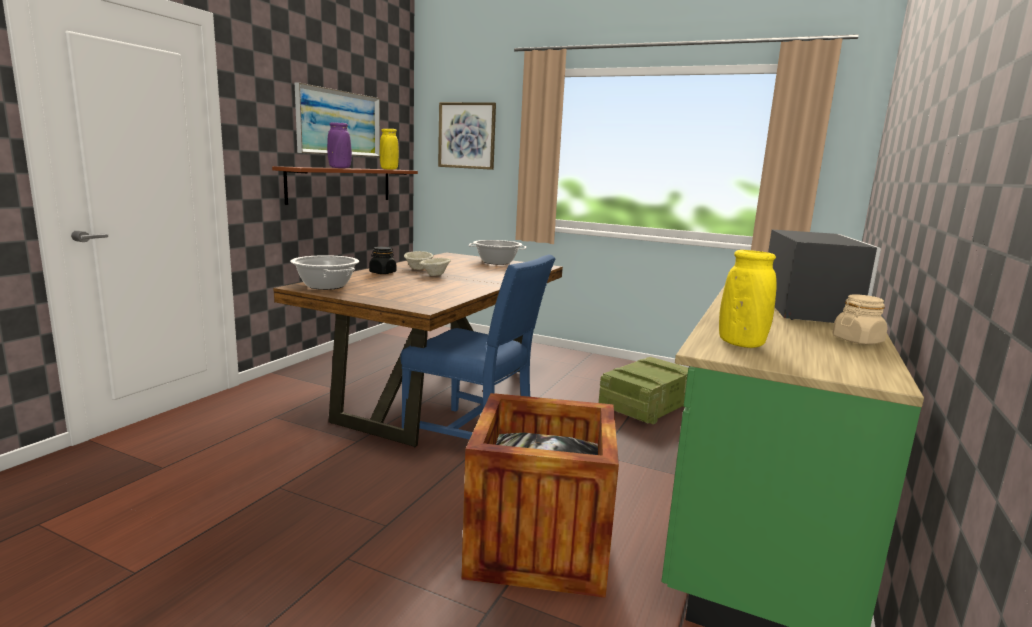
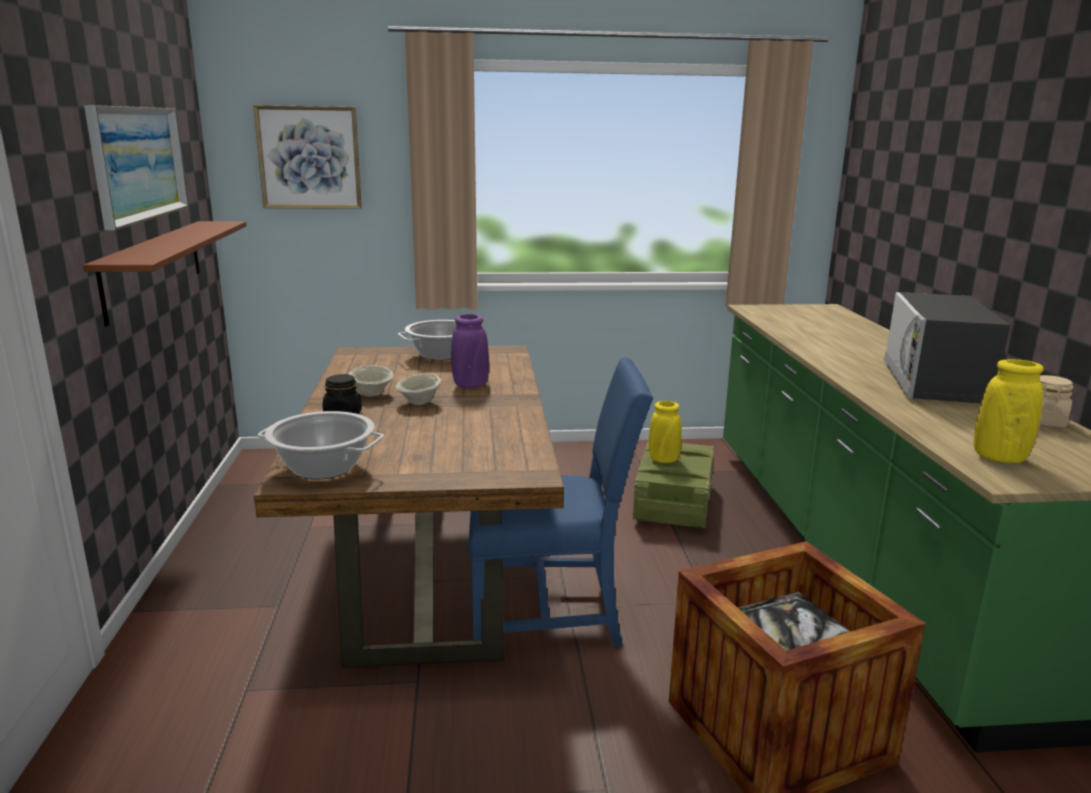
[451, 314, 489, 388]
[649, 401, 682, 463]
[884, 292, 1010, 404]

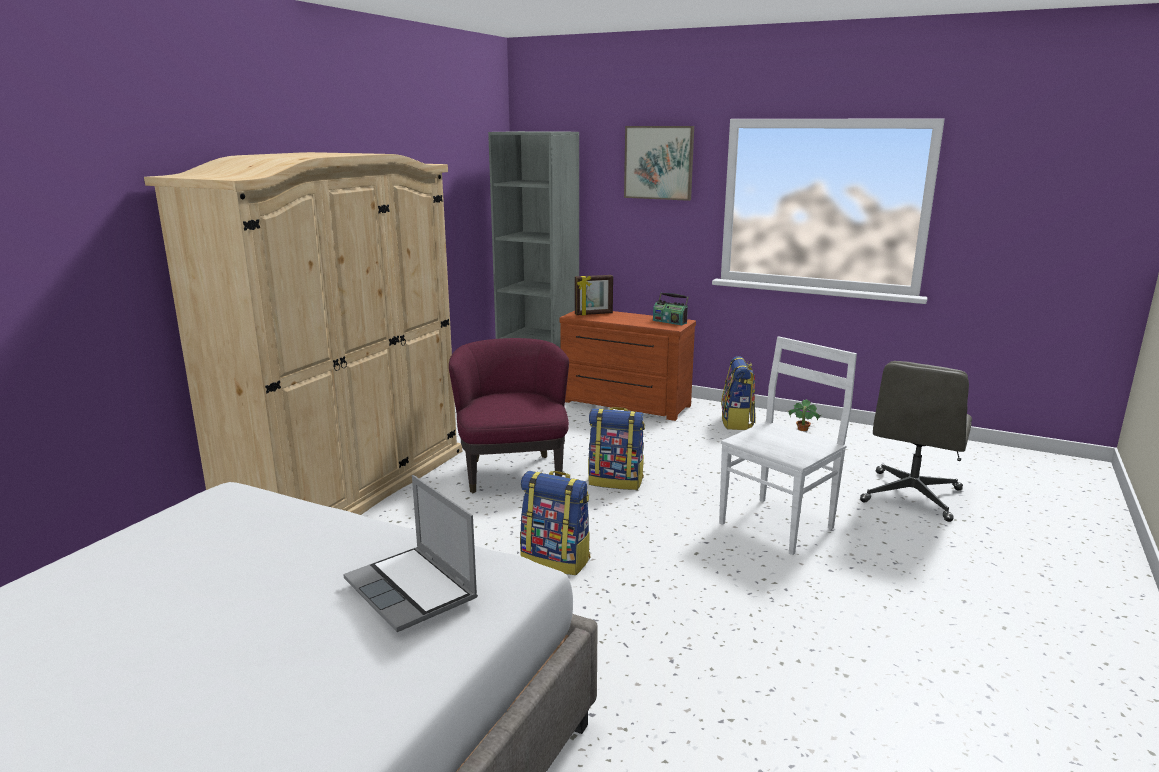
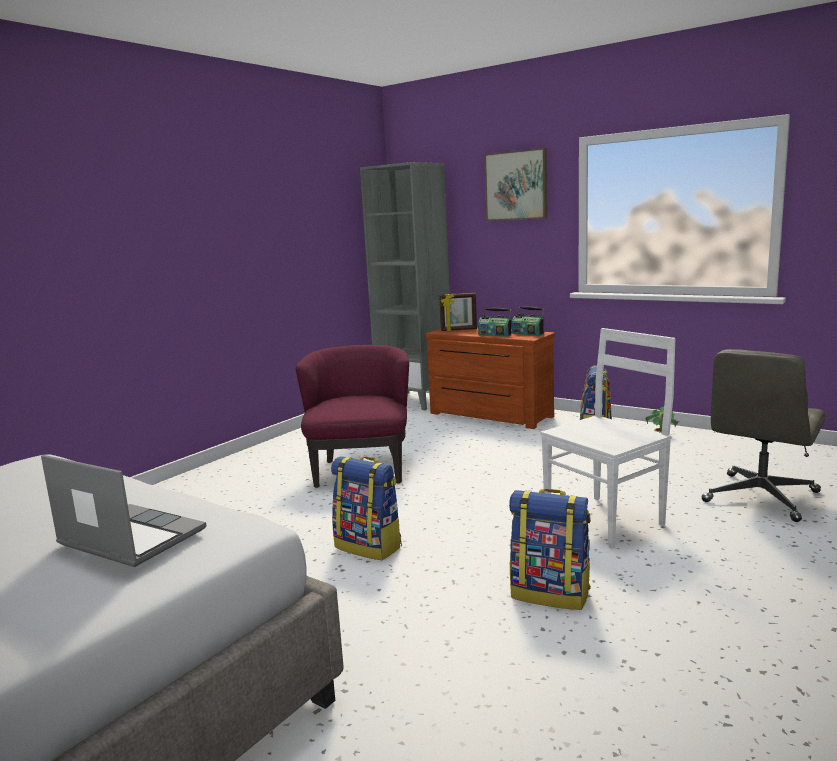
[41, 455, 206, 567]
[478, 308, 512, 337]
[509, 489, 591, 610]
[144, 152, 462, 515] (first image)

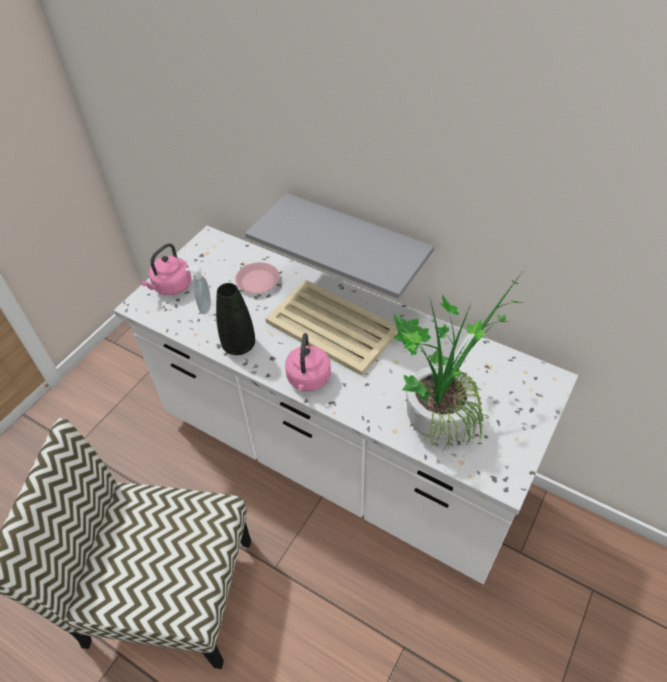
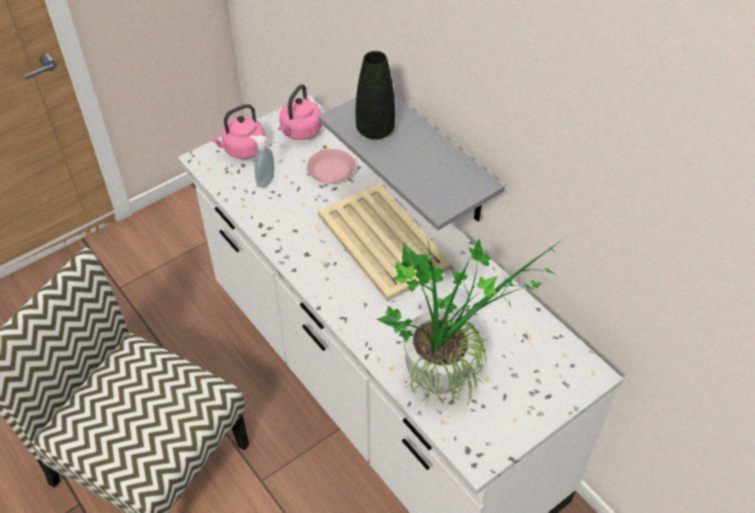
[279, 84, 322, 140]
[356, 51, 395, 140]

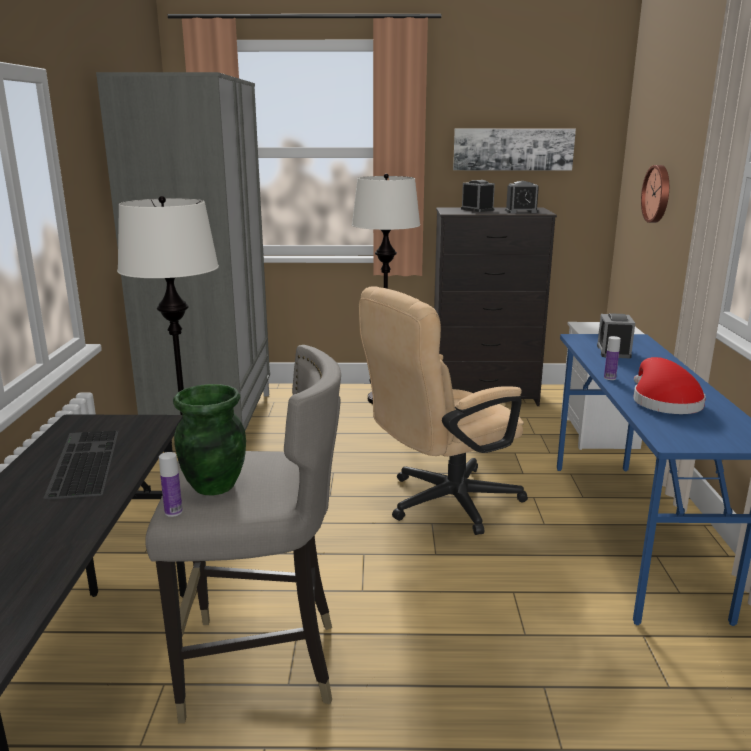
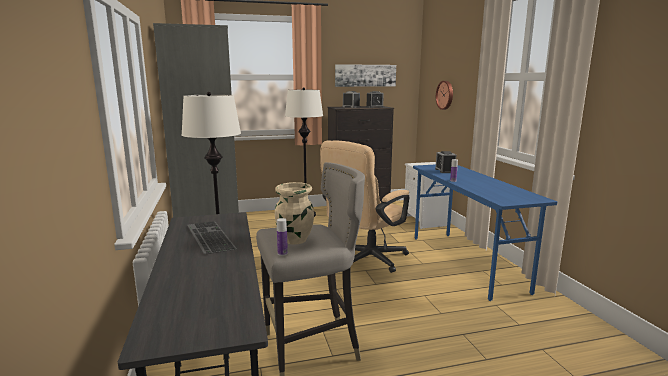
[275, 182, 314, 245]
[633, 357, 706, 414] (first image)

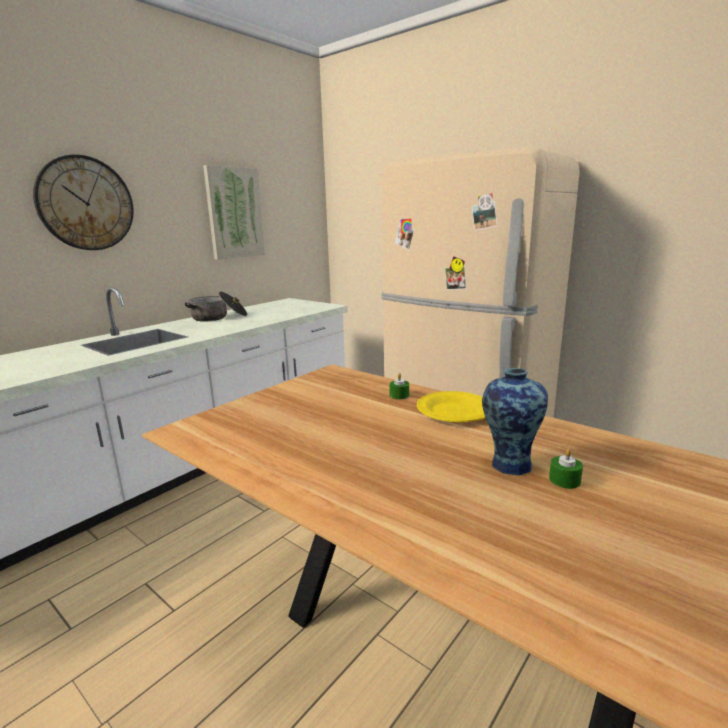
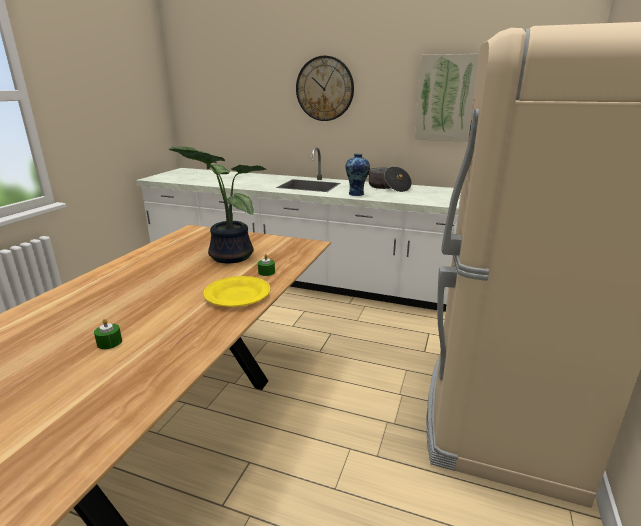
[168, 146, 268, 264]
[346, 154, 370, 196]

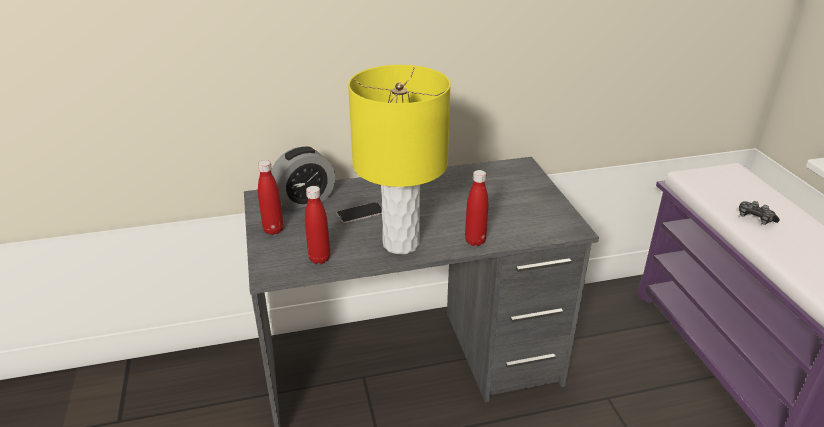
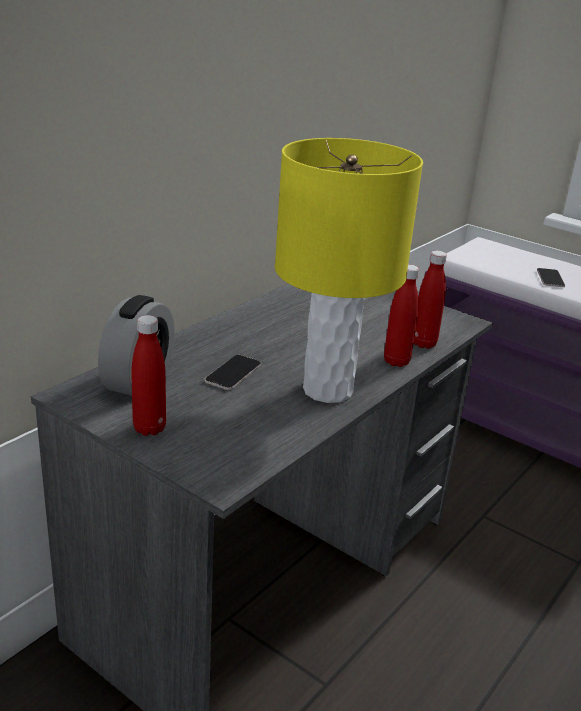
[414, 251, 447, 349]
[537, 268, 565, 287]

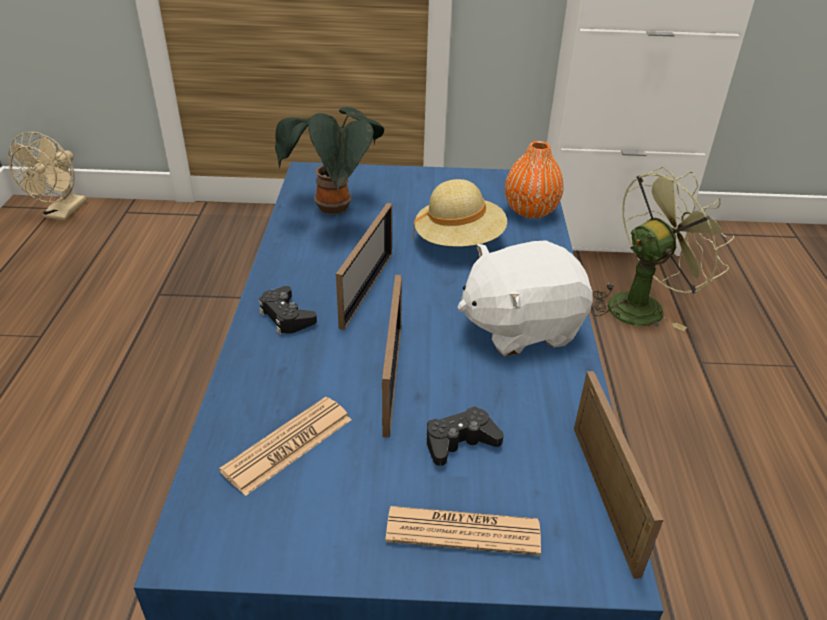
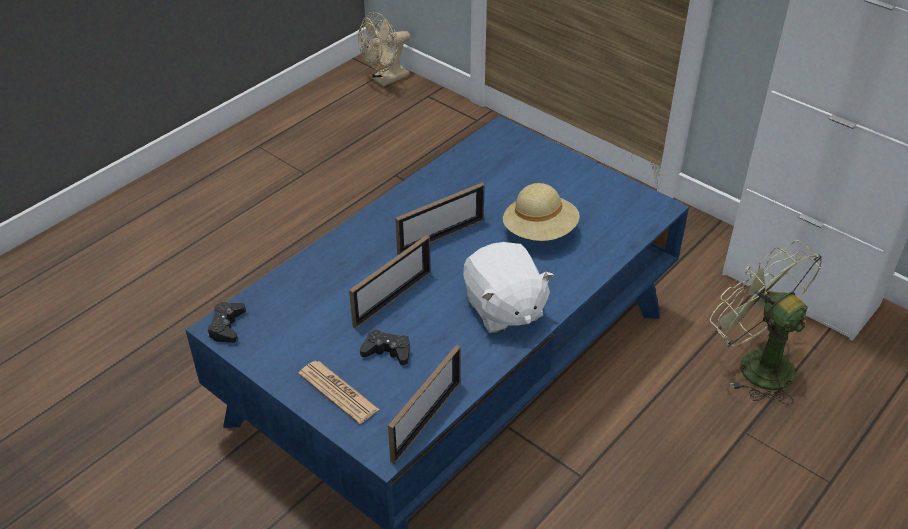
[208, 302, 246, 343]
[463, 242, 554, 333]
[710, 240, 822, 405]
[219, 397, 351, 496] (first image)
[275, 107, 384, 215] (first image)
[505, 141, 564, 219] (first image)

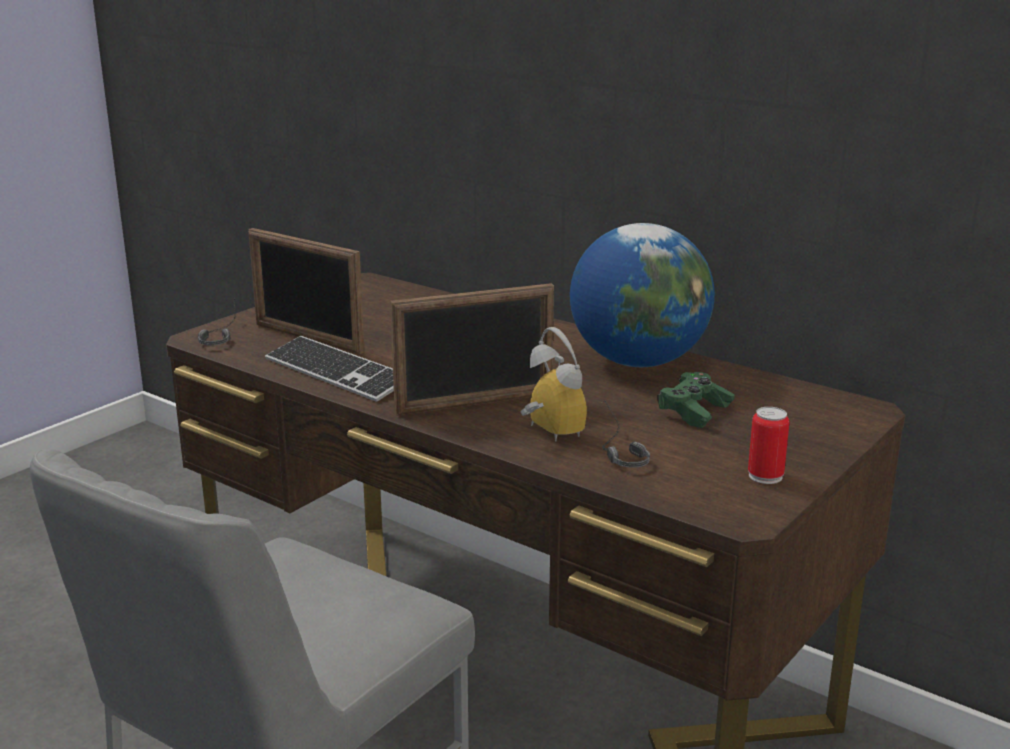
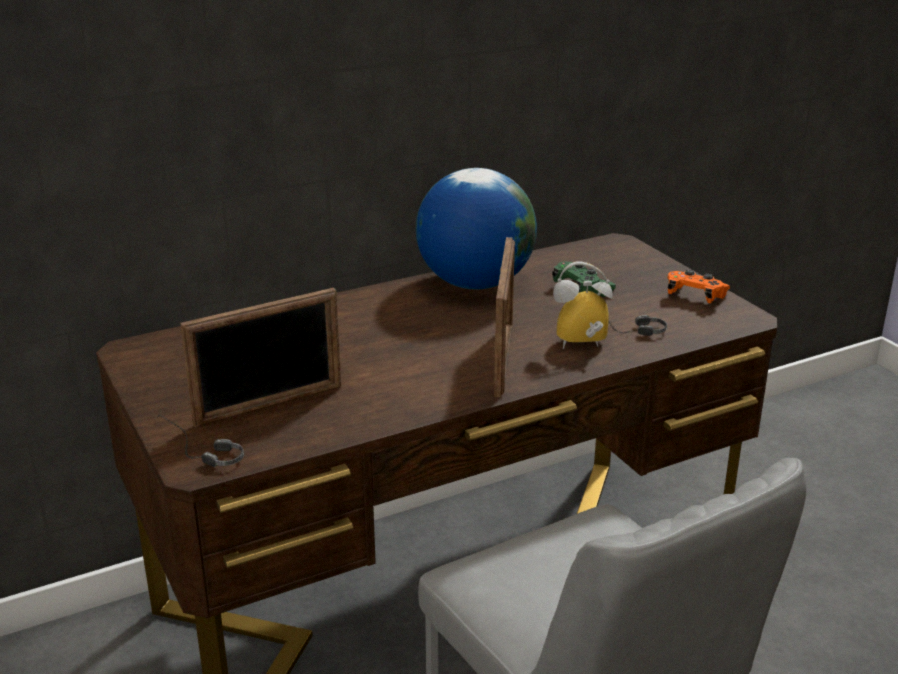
[667, 270, 730, 303]
[265, 336, 394, 402] (first image)

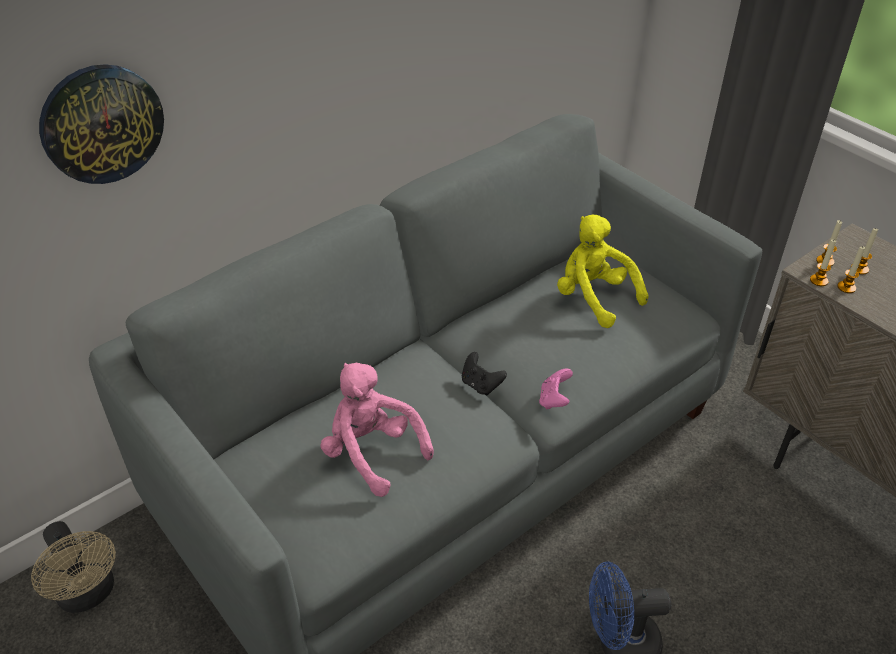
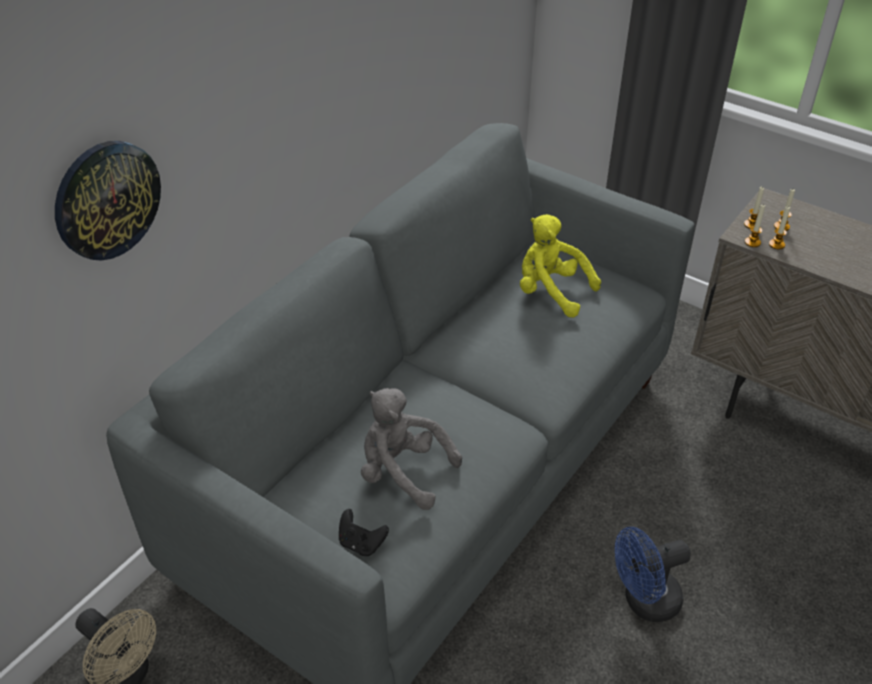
[339, 509, 389, 556]
[361, 388, 462, 510]
[539, 368, 573, 409] (first image)

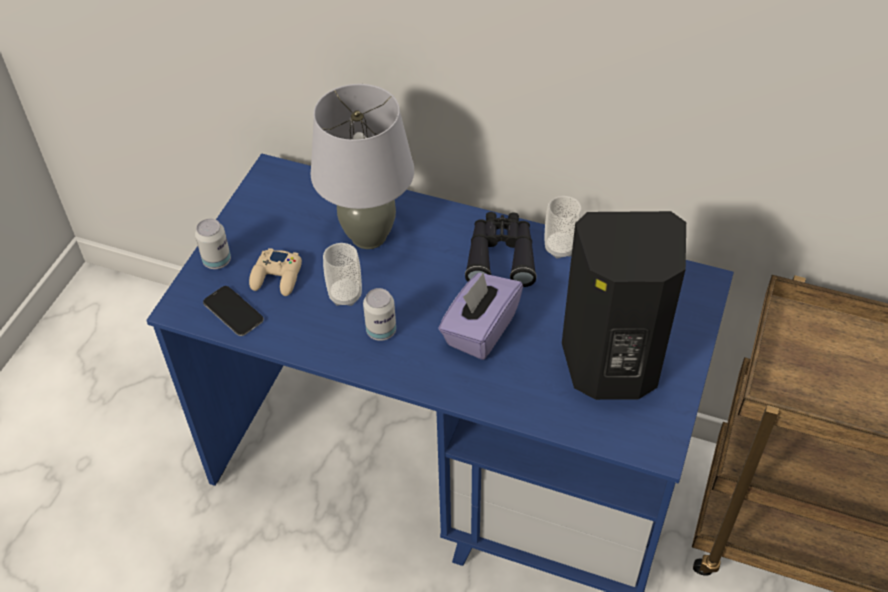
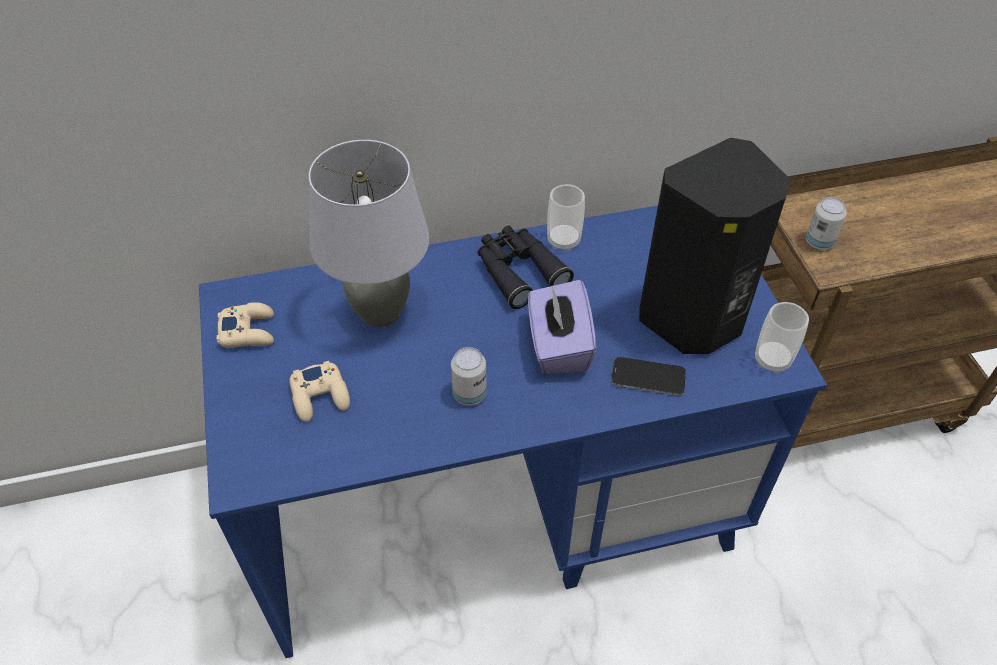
[217, 302, 274, 348]
[611, 357, 686, 396]
[755, 302, 809, 373]
[806, 197, 847, 250]

